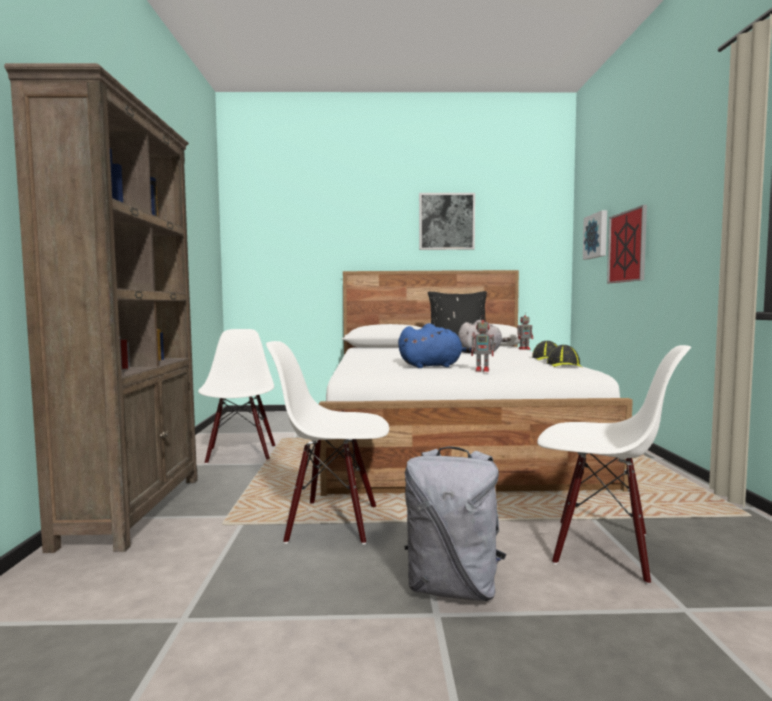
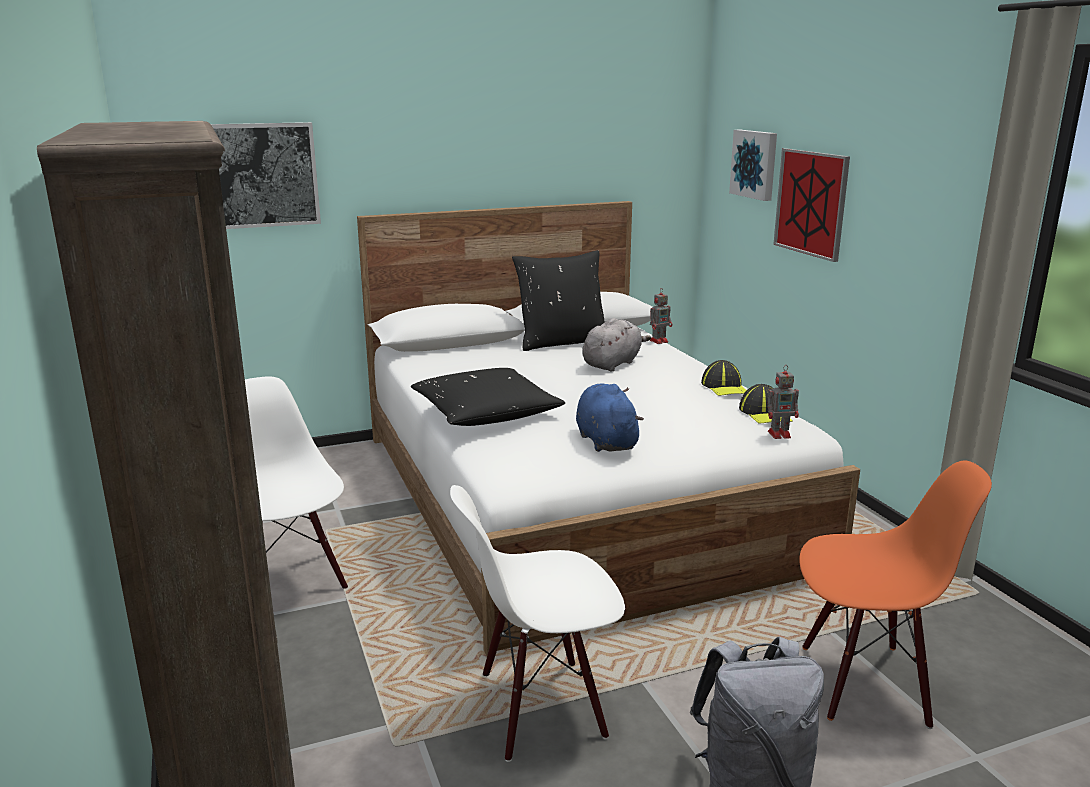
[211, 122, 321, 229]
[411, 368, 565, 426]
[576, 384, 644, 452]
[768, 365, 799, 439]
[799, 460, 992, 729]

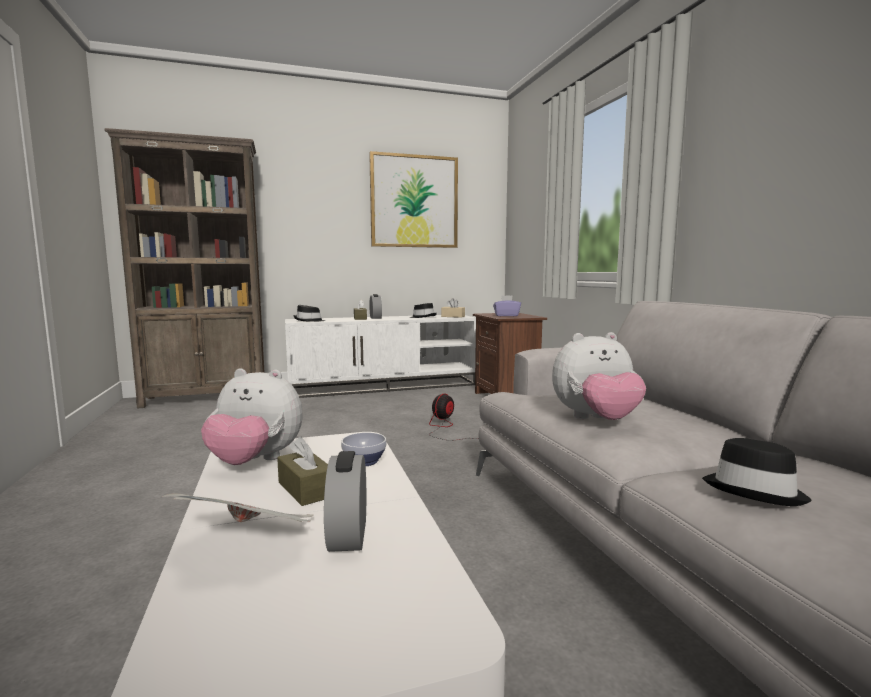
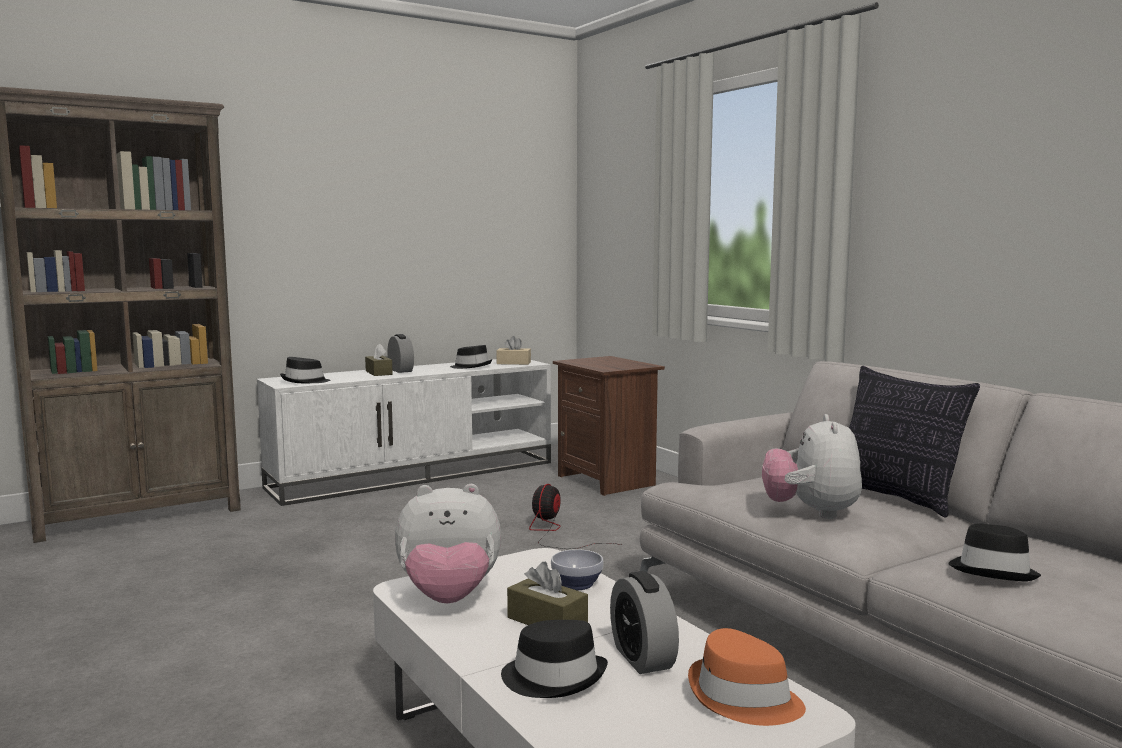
[501, 620, 608, 698]
[688, 628, 806, 726]
[762, 414, 862, 519]
[849, 366, 980, 518]
[369, 151, 458, 248] (first image)
[493, 295, 521, 316] (first image)

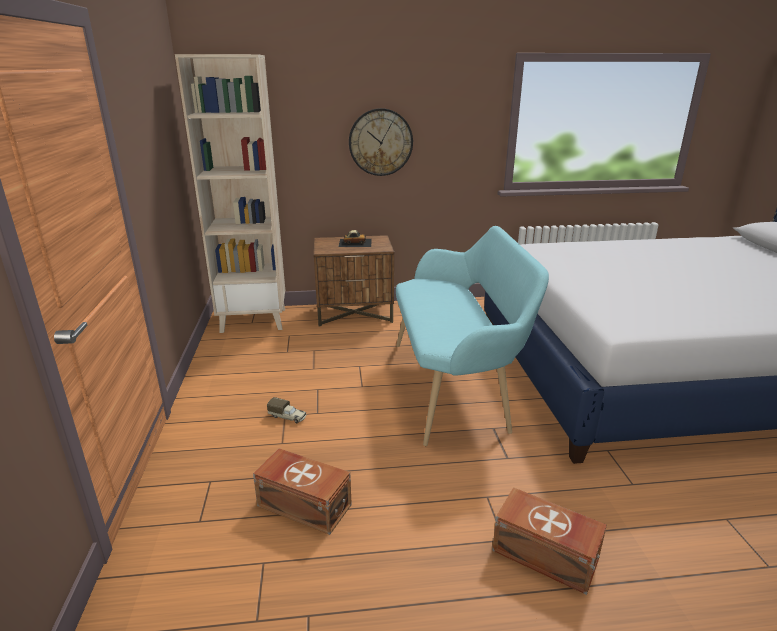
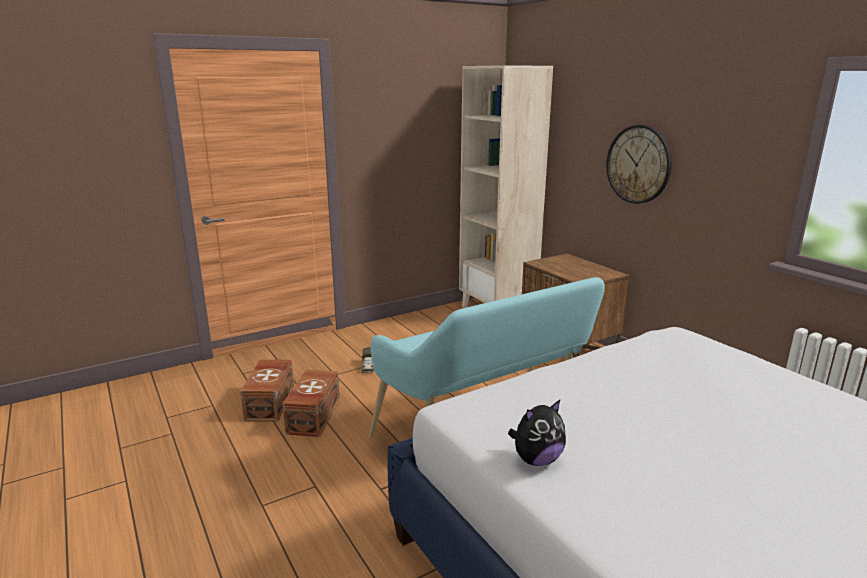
[282, 369, 340, 437]
[508, 400, 566, 466]
[338, 230, 372, 247] (first image)

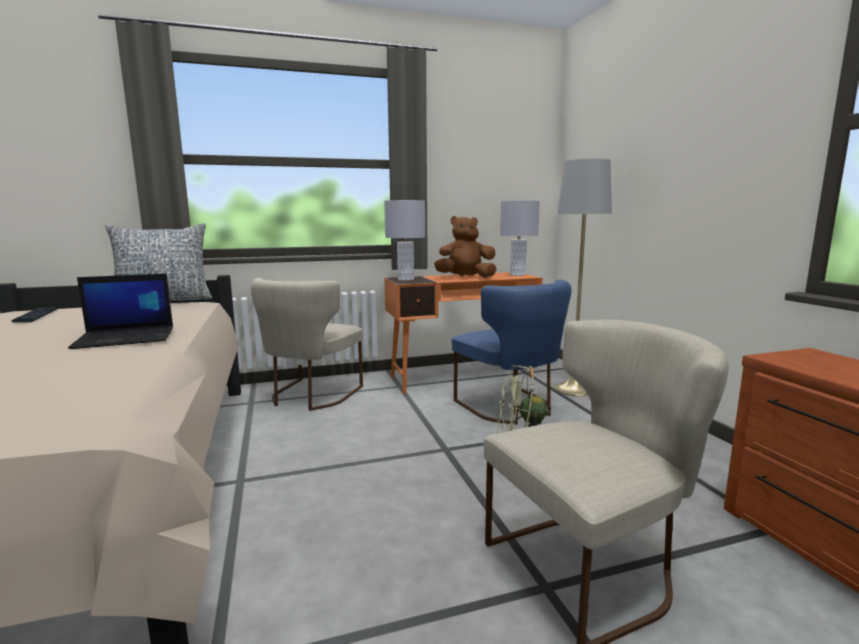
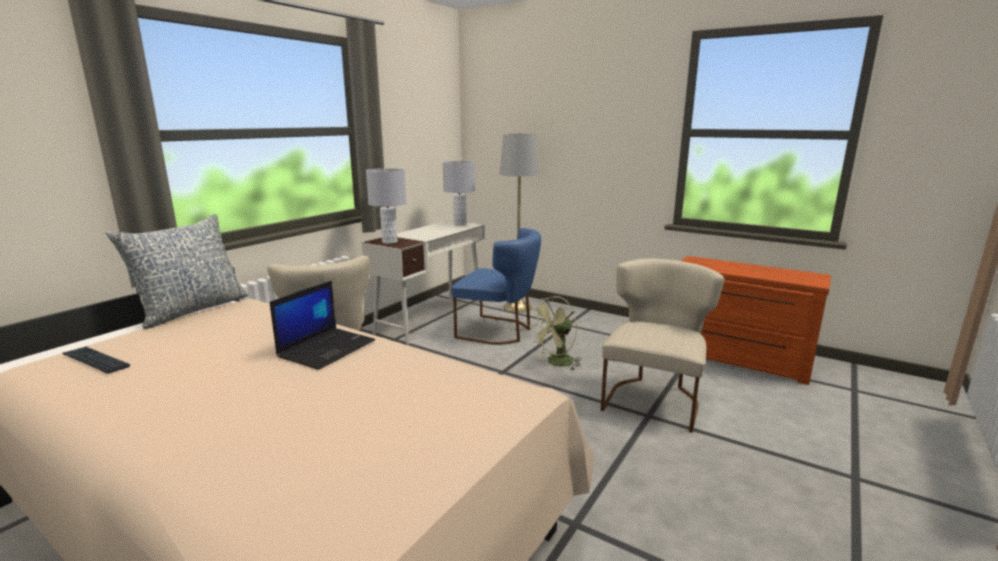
[362, 220, 485, 344]
[434, 216, 497, 278] (first image)

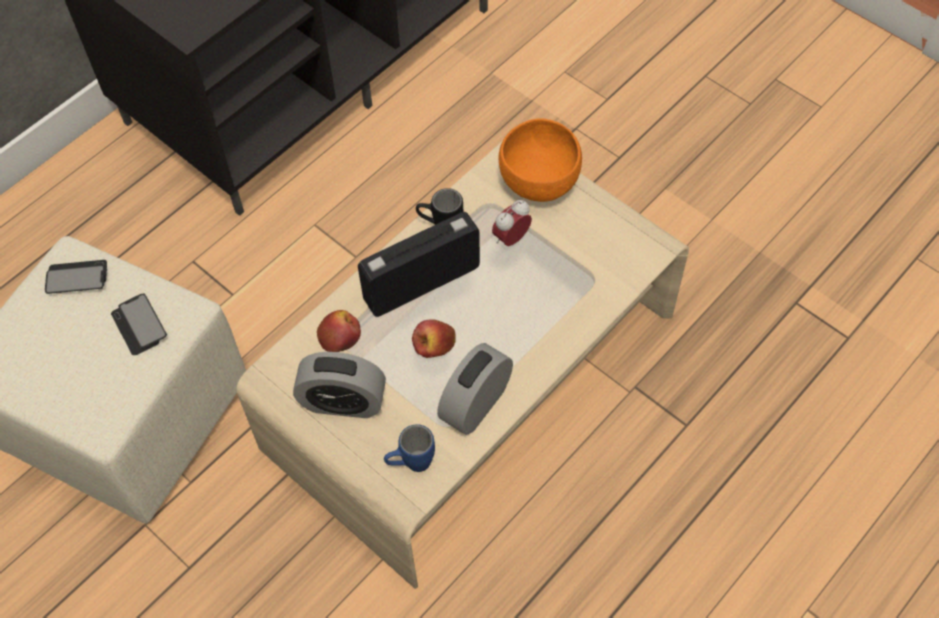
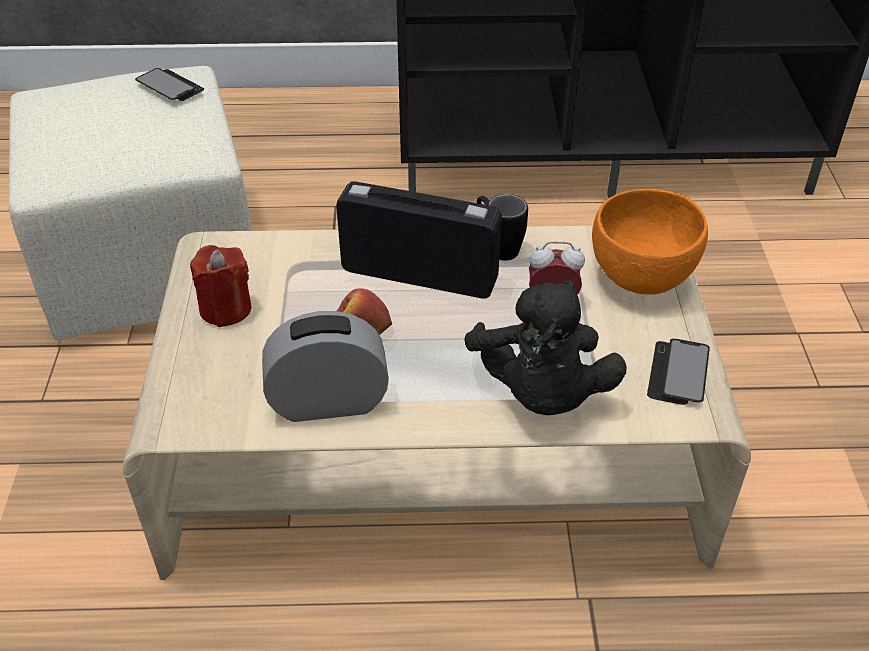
[190, 245, 251, 327]
[464, 280, 626, 415]
[647, 339, 710, 405]
[317, 310, 361, 352] (first image)
[384, 424, 435, 472] (first image)

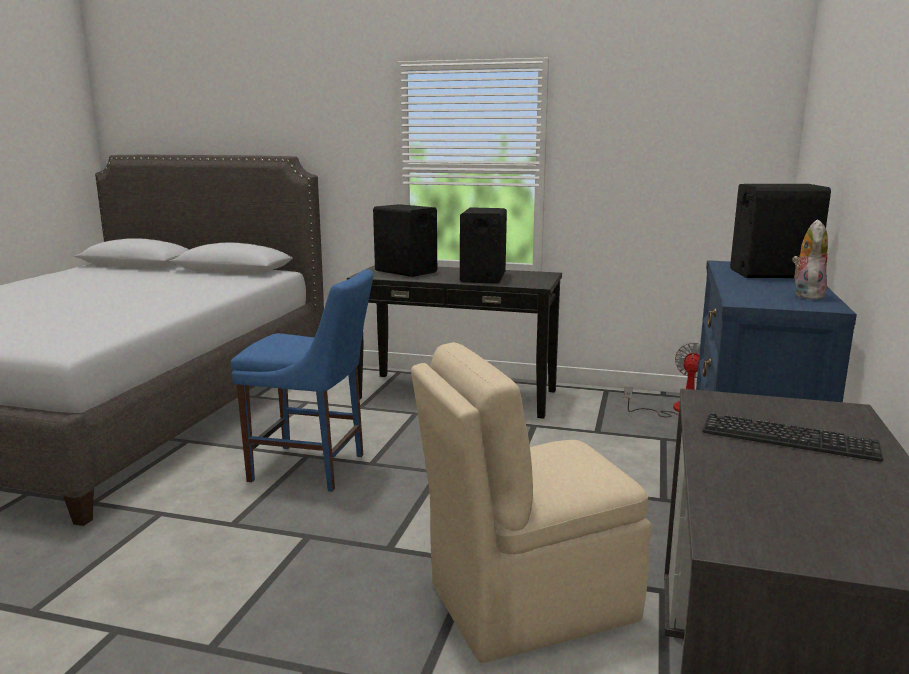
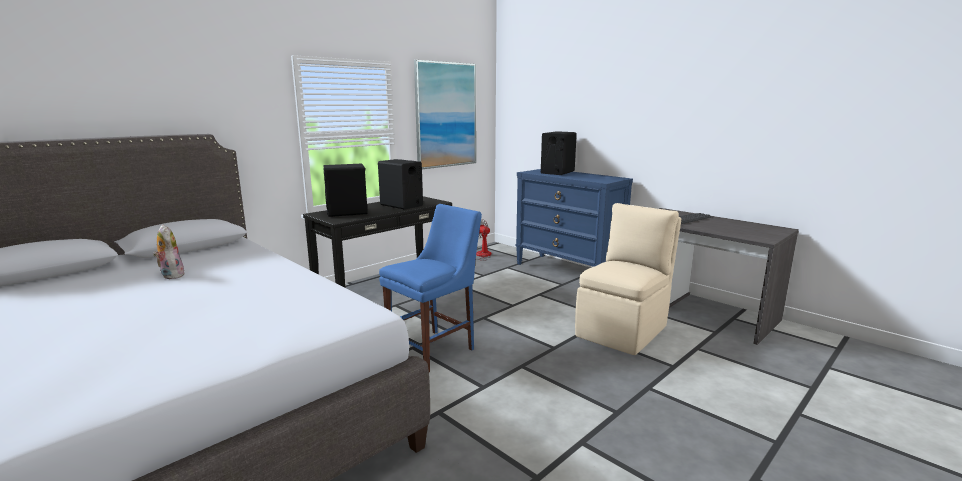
[153, 224, 184, 279]
[414, 60, 476, 169]
[575, 203, 681, 355]

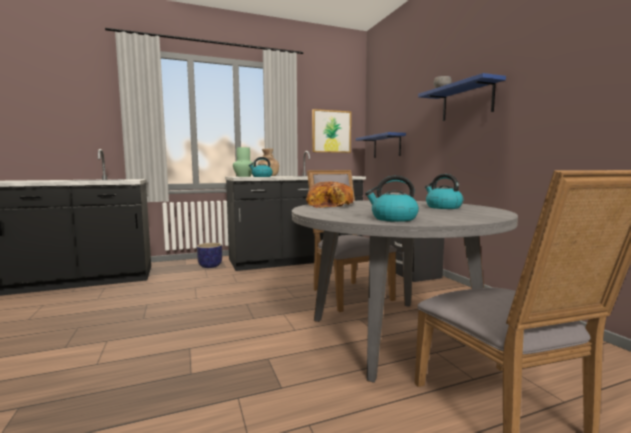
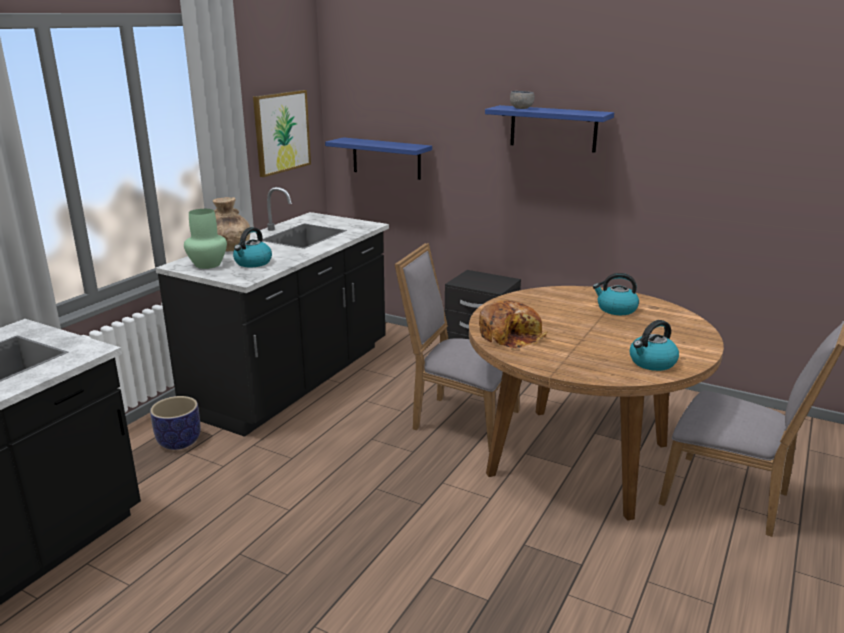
[469, 286, 724, 521]

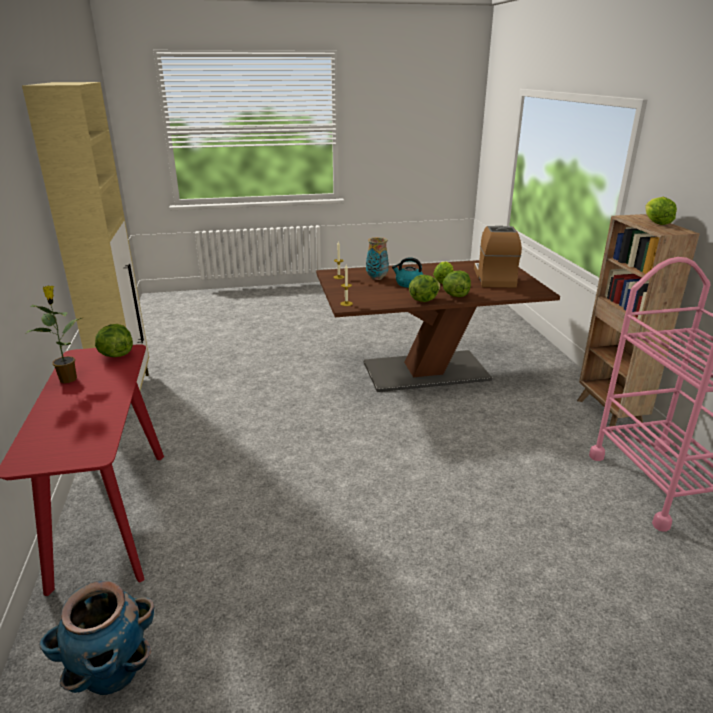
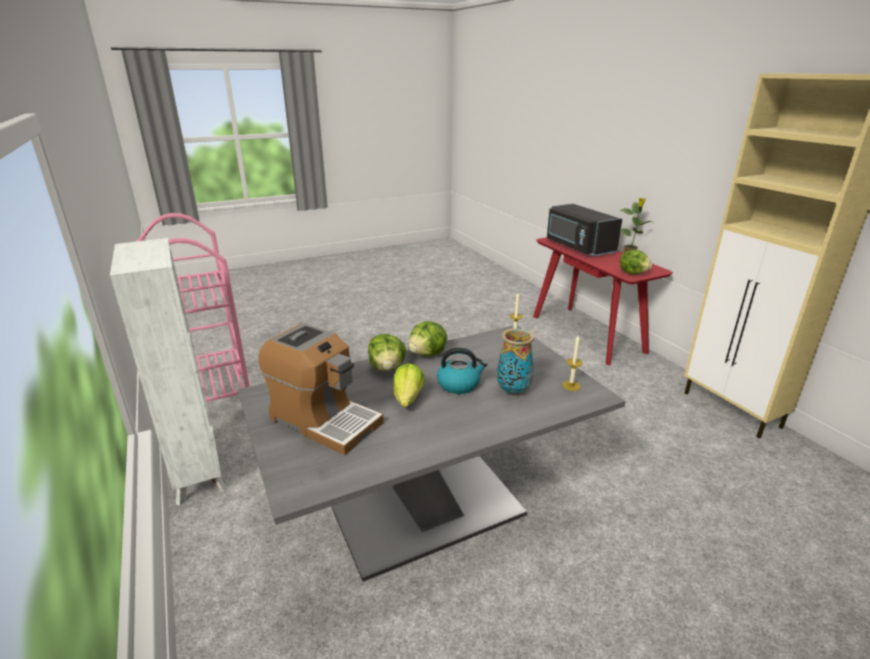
[110, 238, 227, 506]
[237, 325, 626, 582]
[258, 323, 384, 455]
[547, 204, 622, 256]
[39, 581, 155, 695] (first image)
[645, 197, 677, 225] (first image)

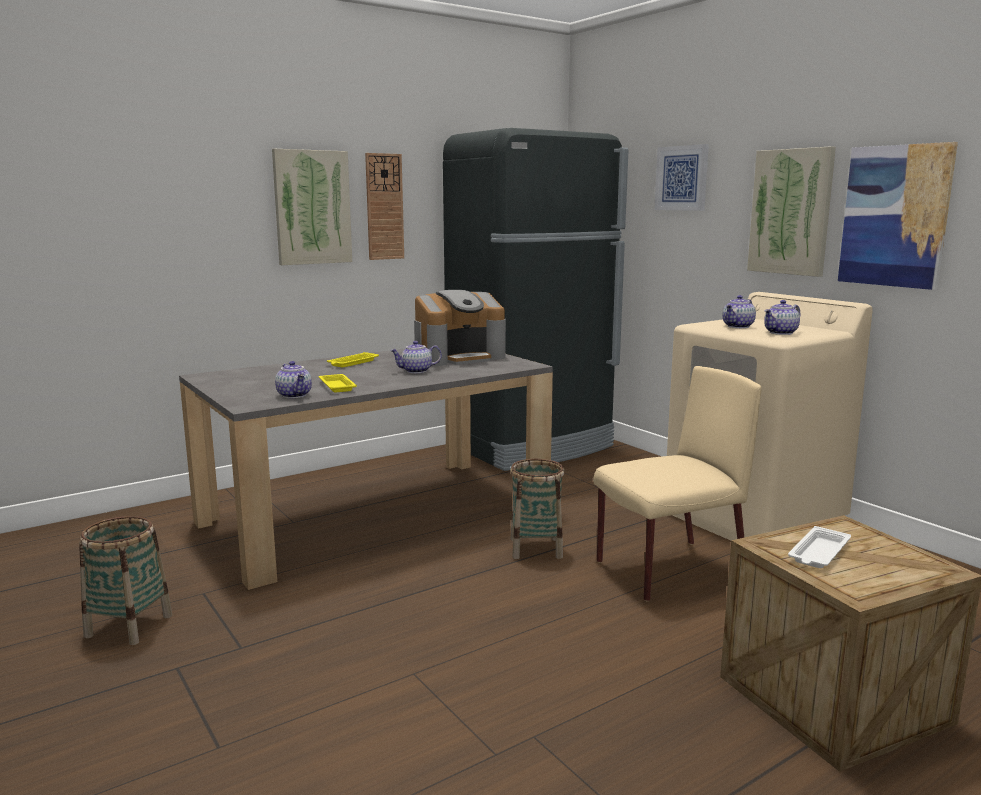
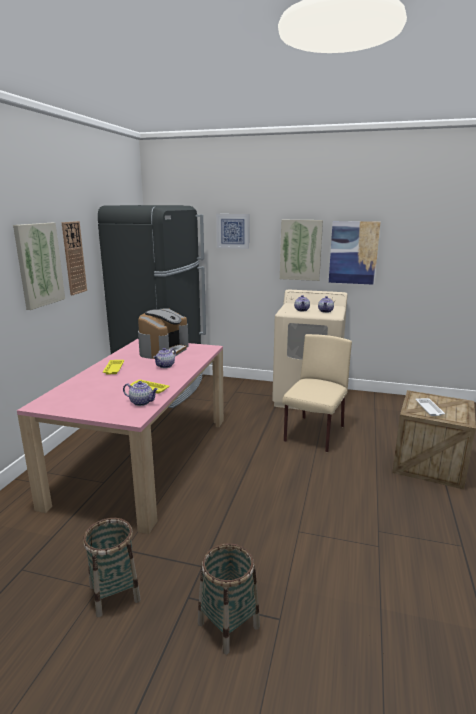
[17, 339, 224, 534]
[198, 543, 260, 655]

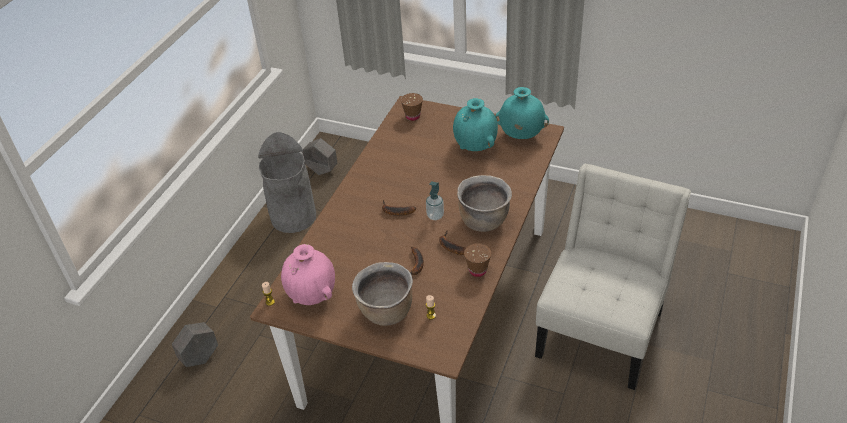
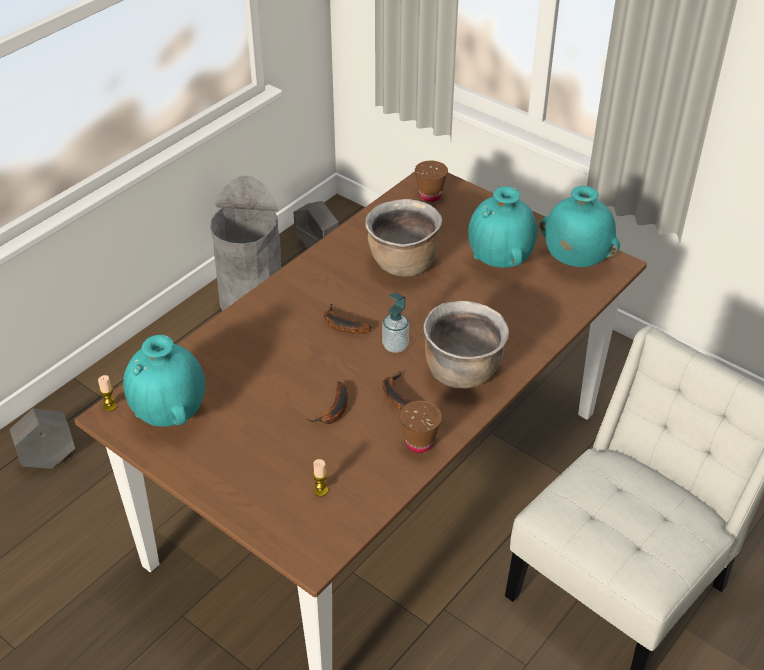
[123, 335, 205, 426]
[365, 199, 442, 277]

